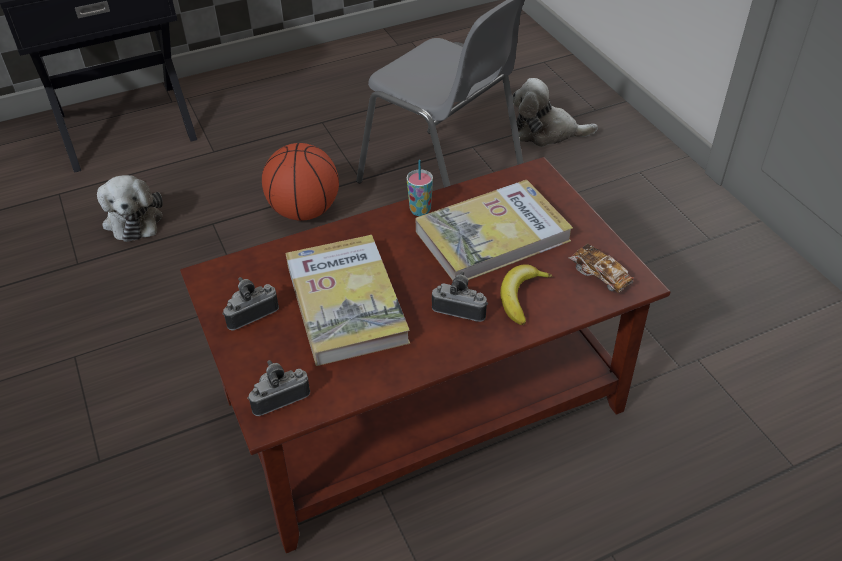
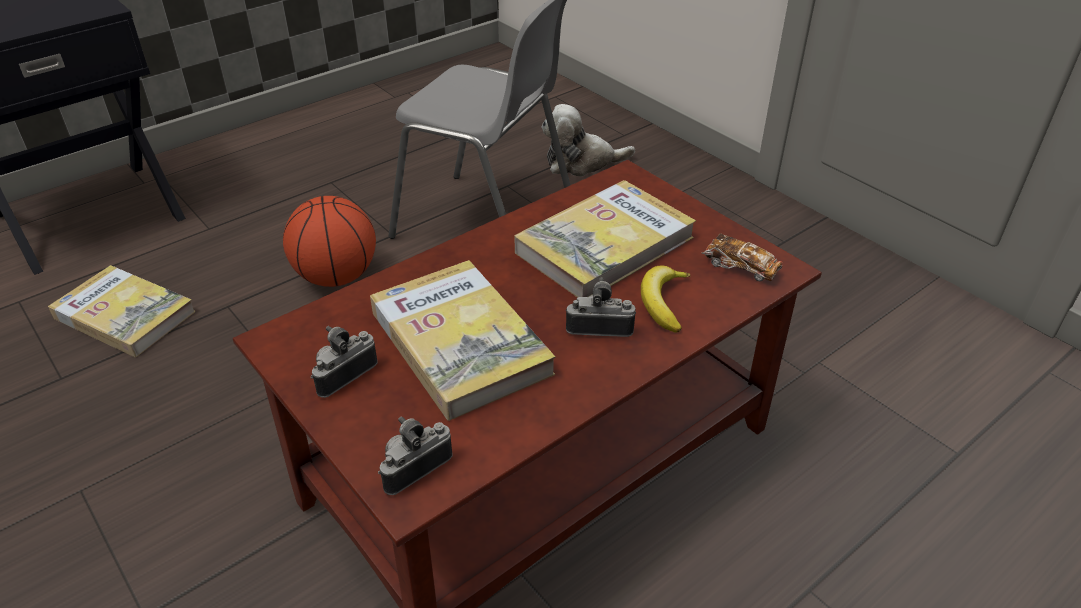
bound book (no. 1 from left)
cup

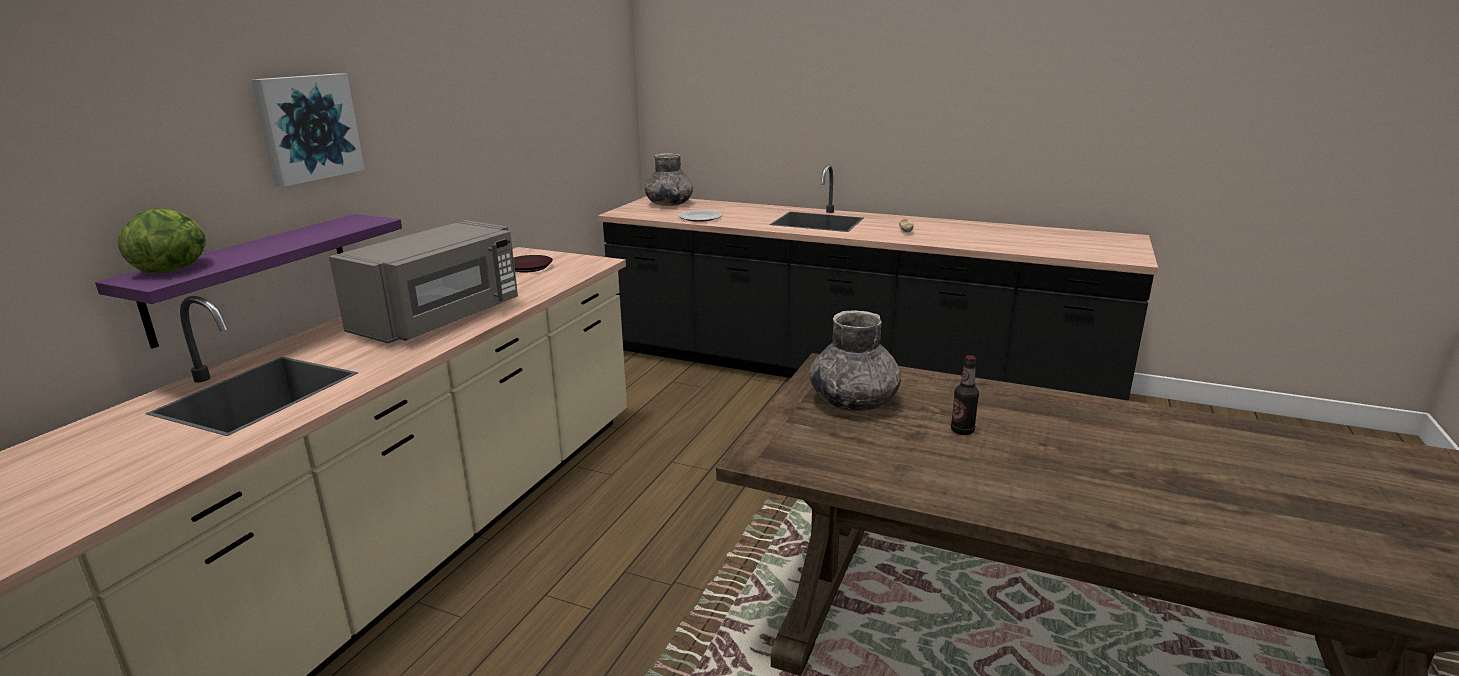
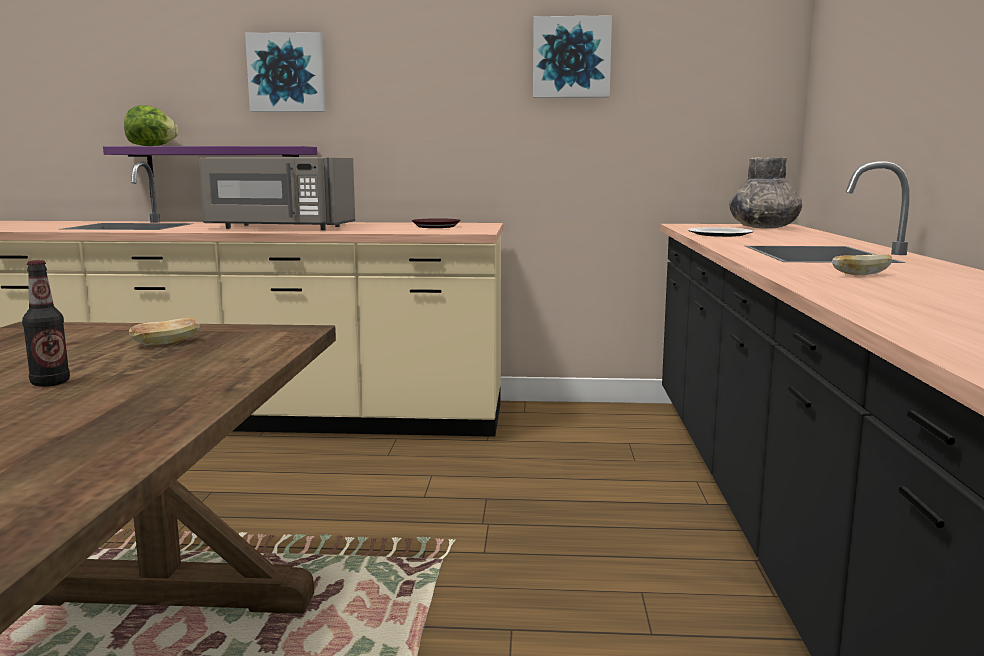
bread (no. 1 from left)
wall picture (no. 2 from left)

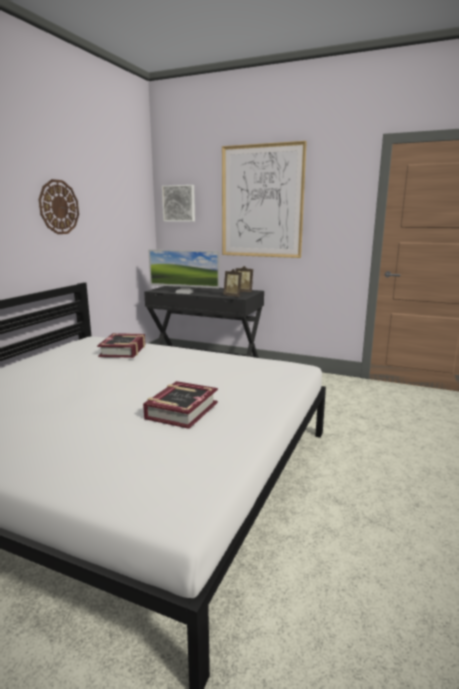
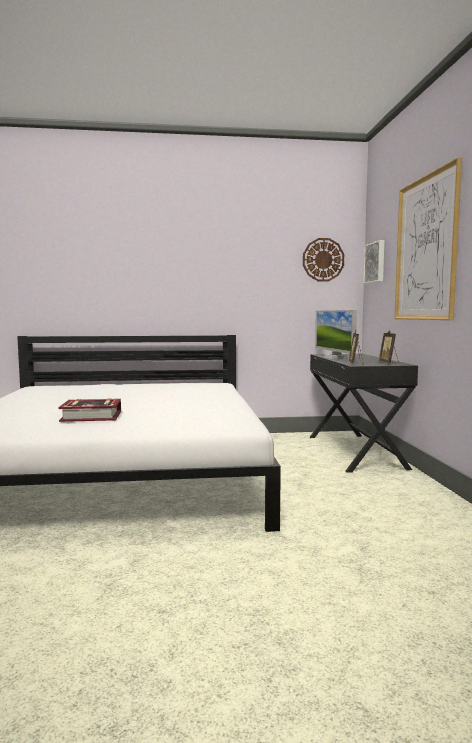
clock on the wall
bound book (no. 1 from left in the first image)

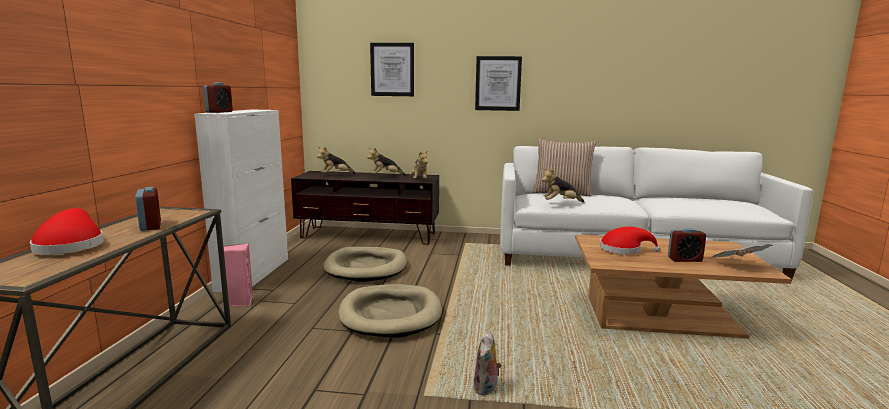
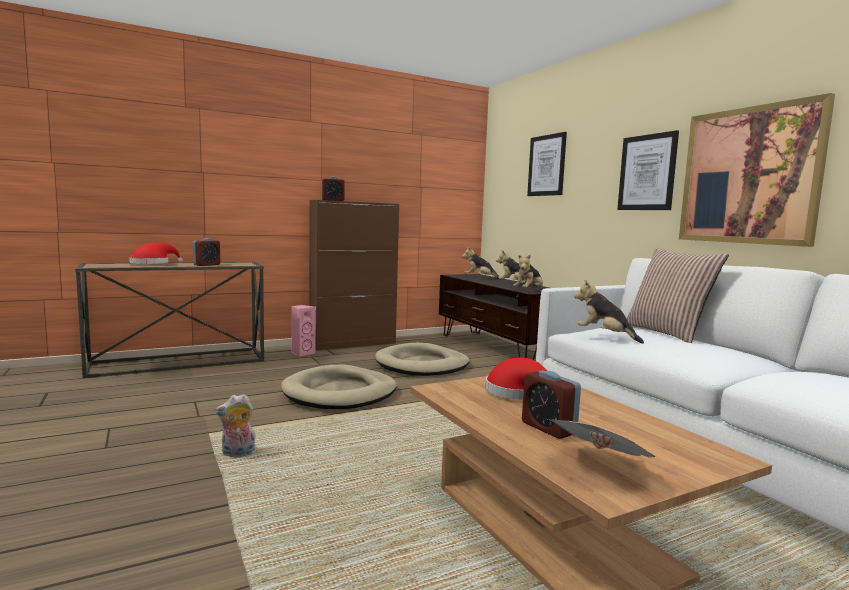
brown cabinet
wall picture (no. 3 from left)

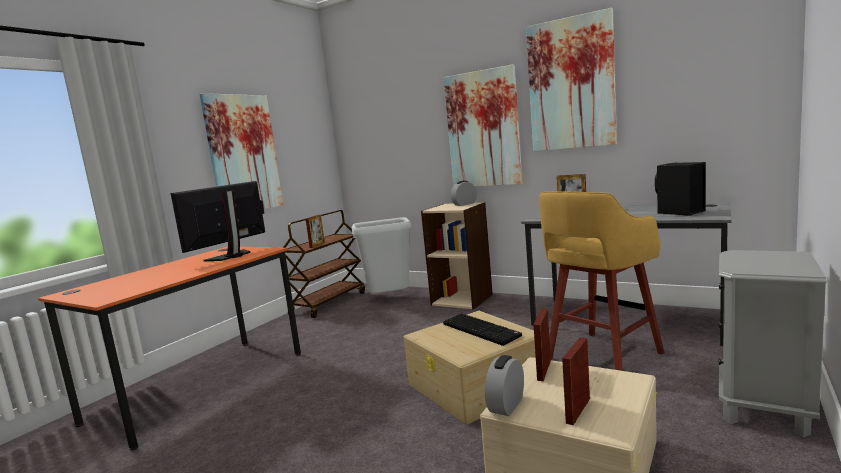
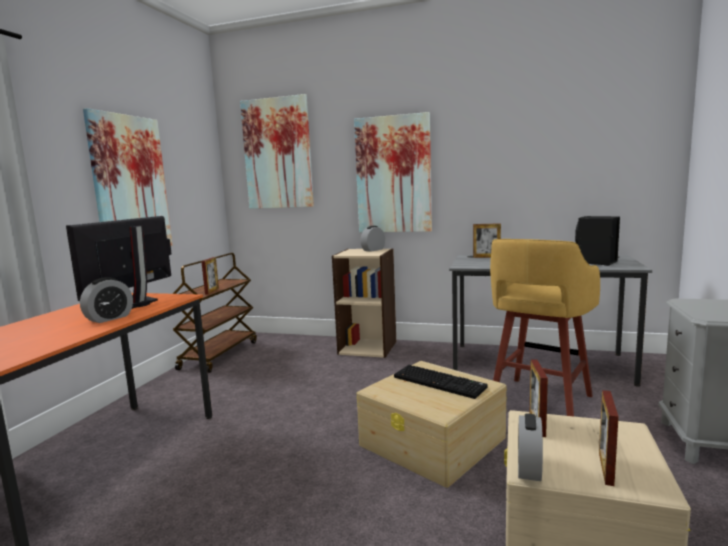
gray trash can
wall picture (no. 2 from left)
table clock (no. 1 from left)

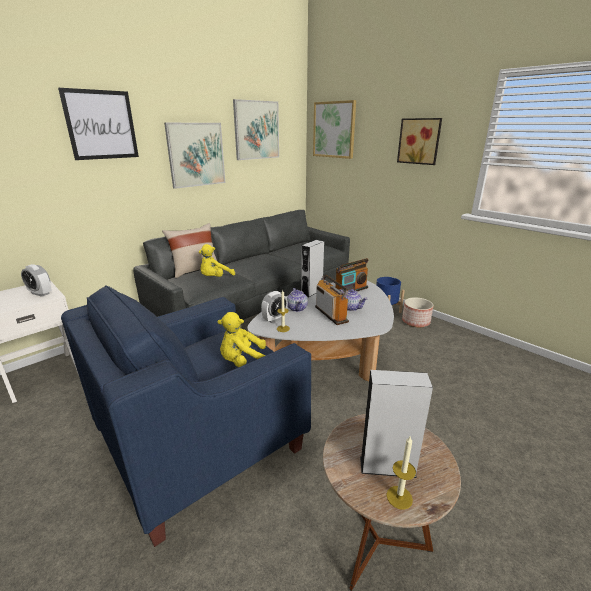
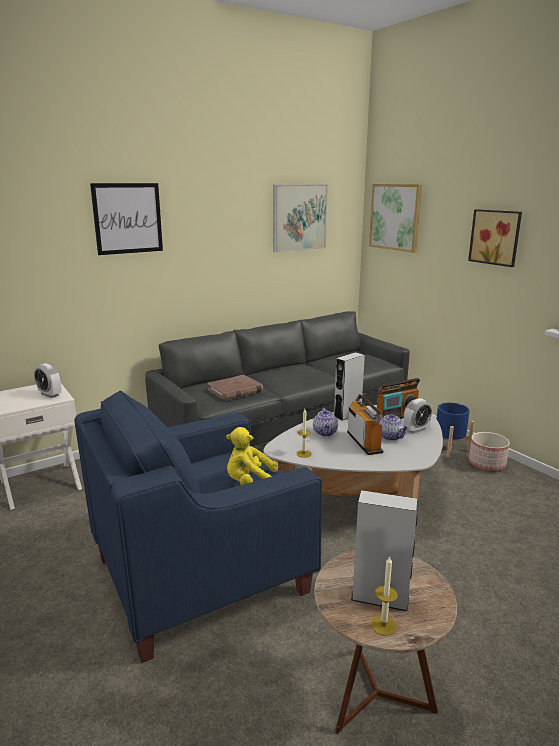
beige-coloured cushion
wall picture (no. 2 from left in the first image)
brown bound book
table clock (no. 2 from left)

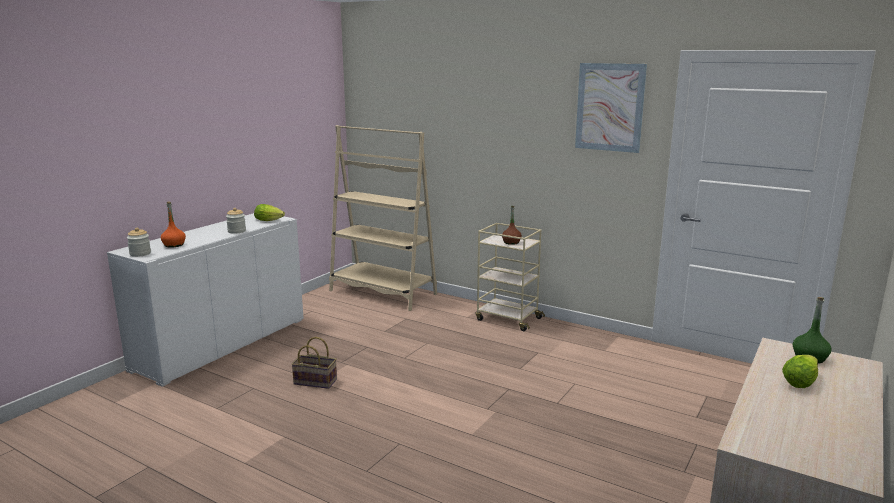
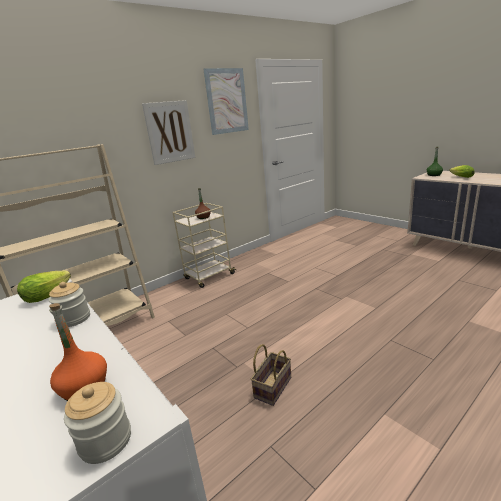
wall picture (no. 1 from left)

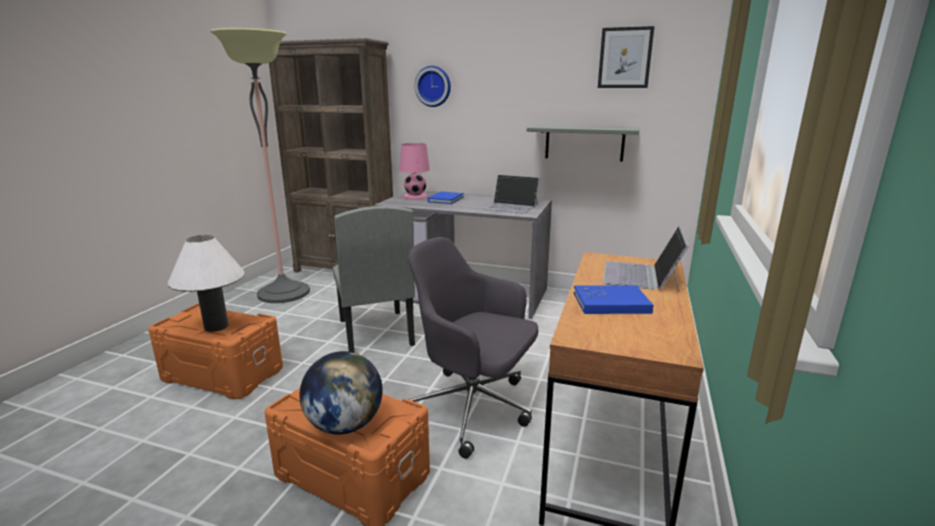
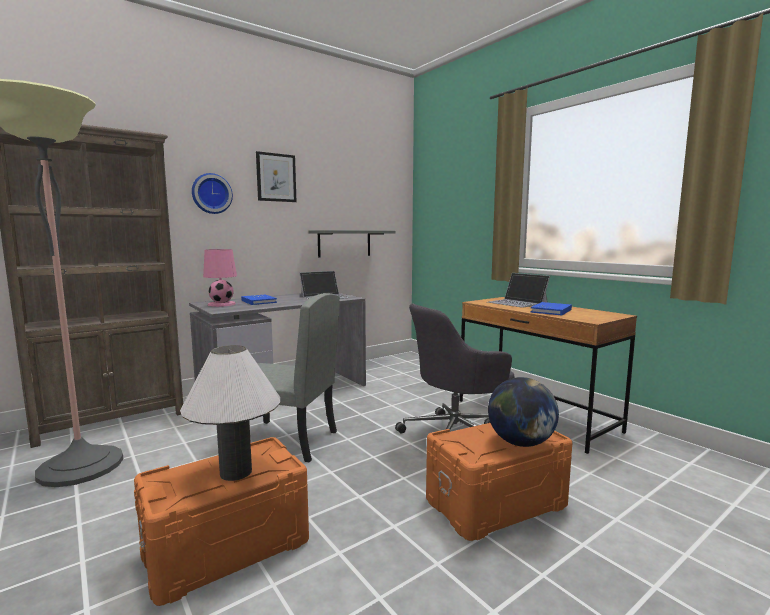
wall picture

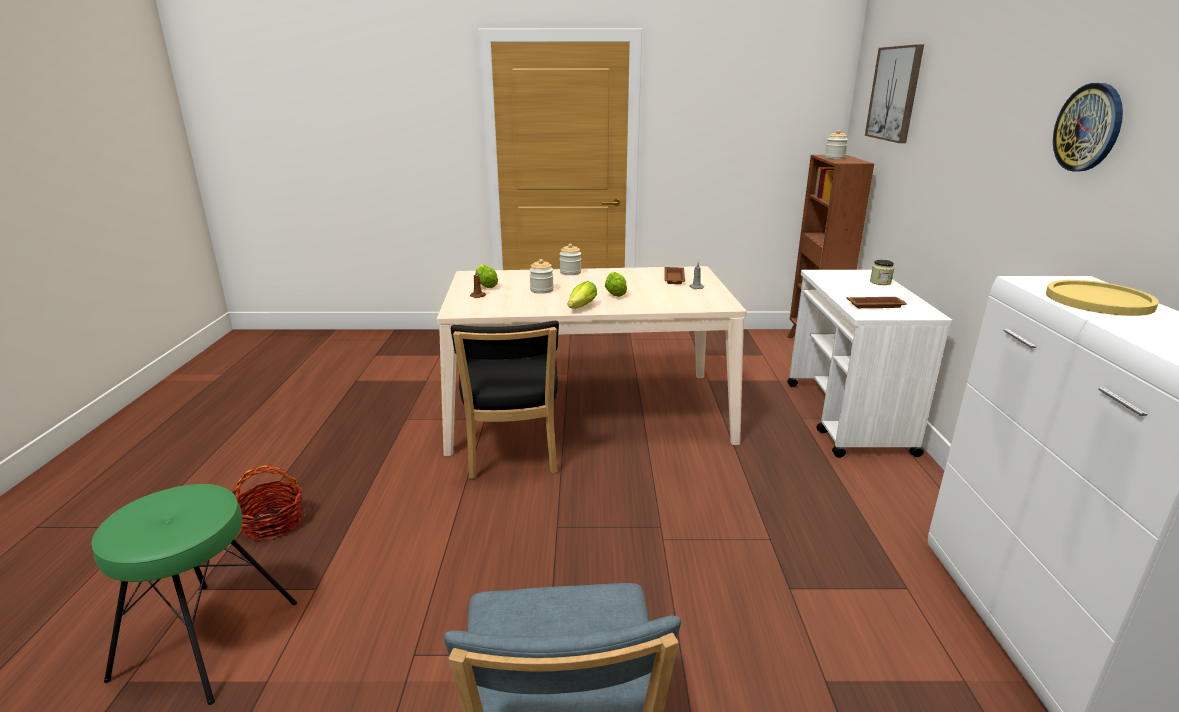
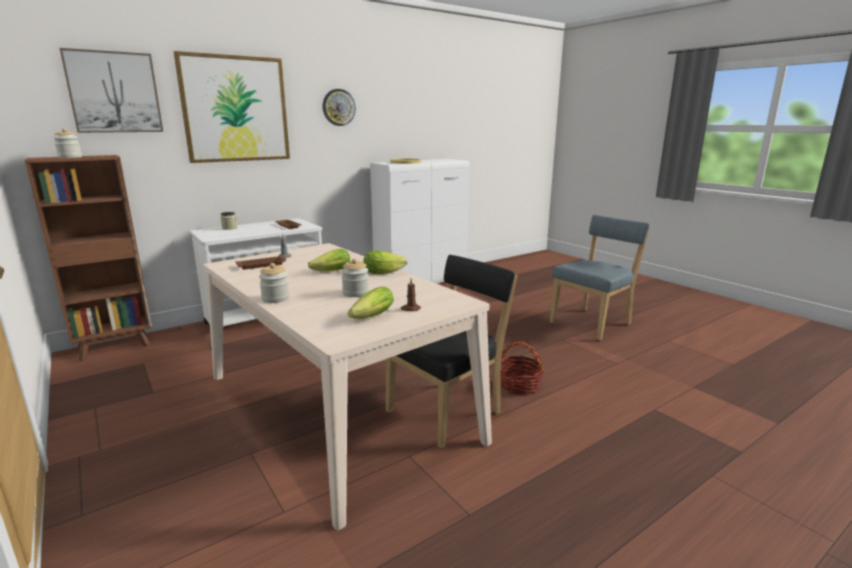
green-coloured stool seat
storage basket
wall picture (no. 2 from left)

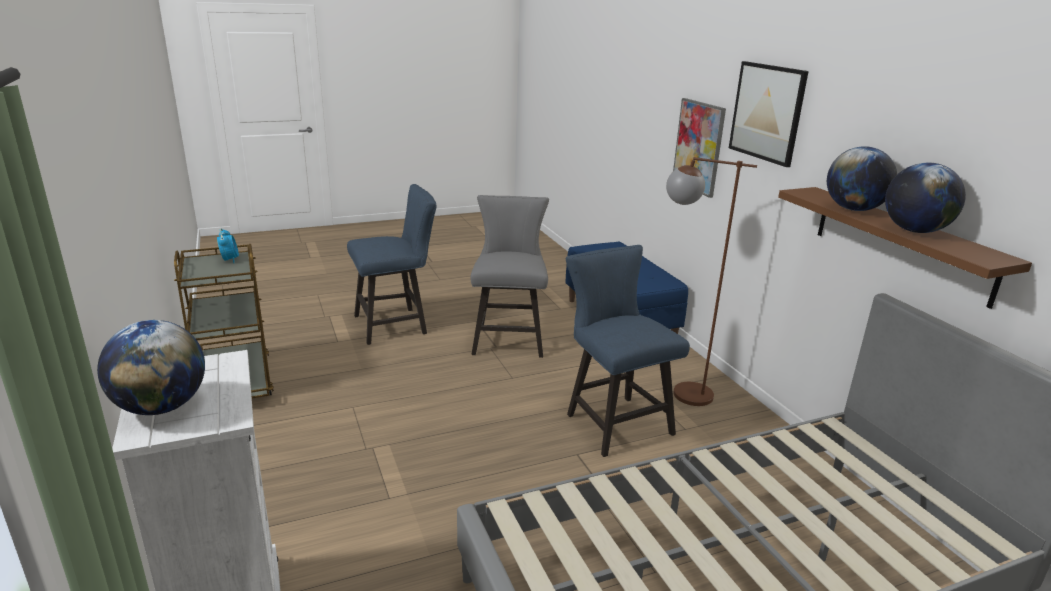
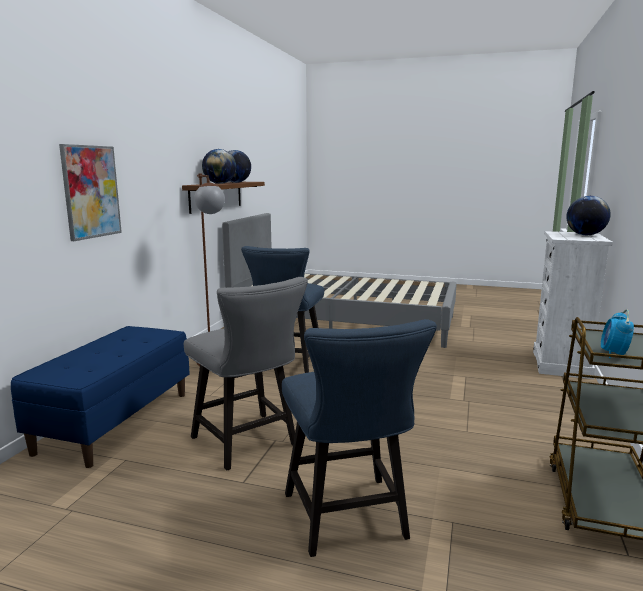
bluish plain chair (no. 2 from left)
gray plain chair
wall picture (no. 2 from left in the first image)

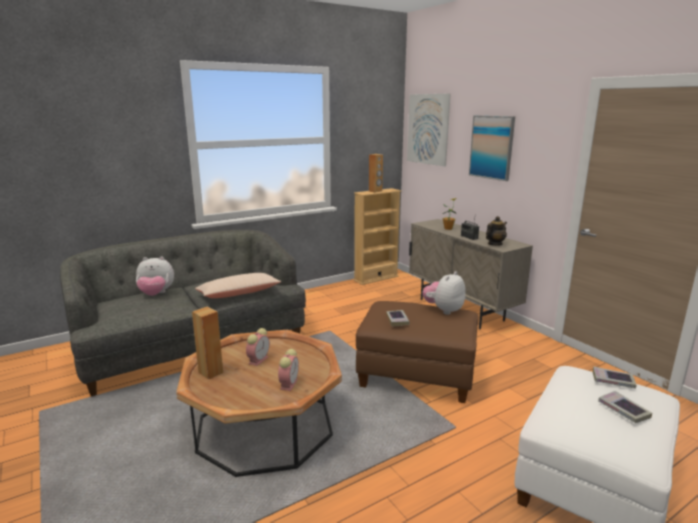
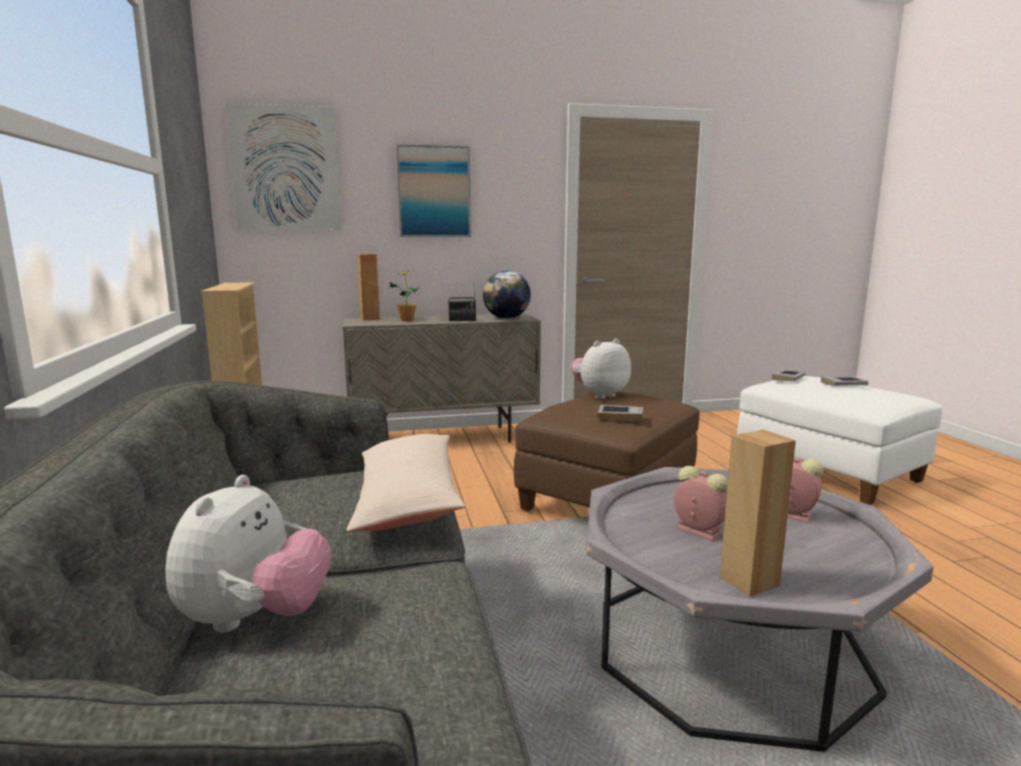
gray lounge table
brown speaker (no. 1 from left)
plush toy (no. 2 from left)
desk globe

